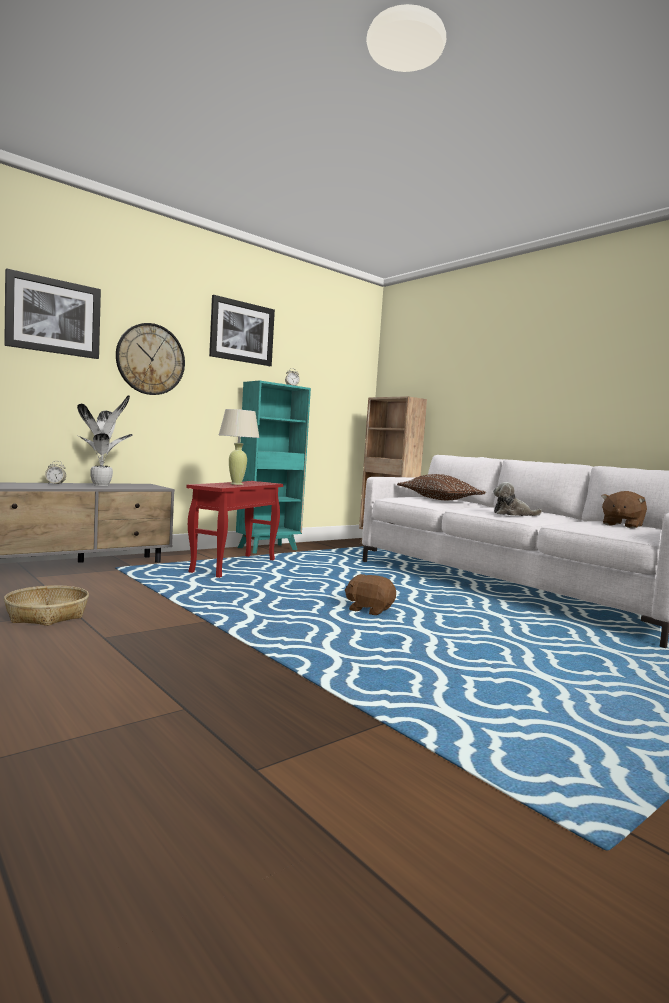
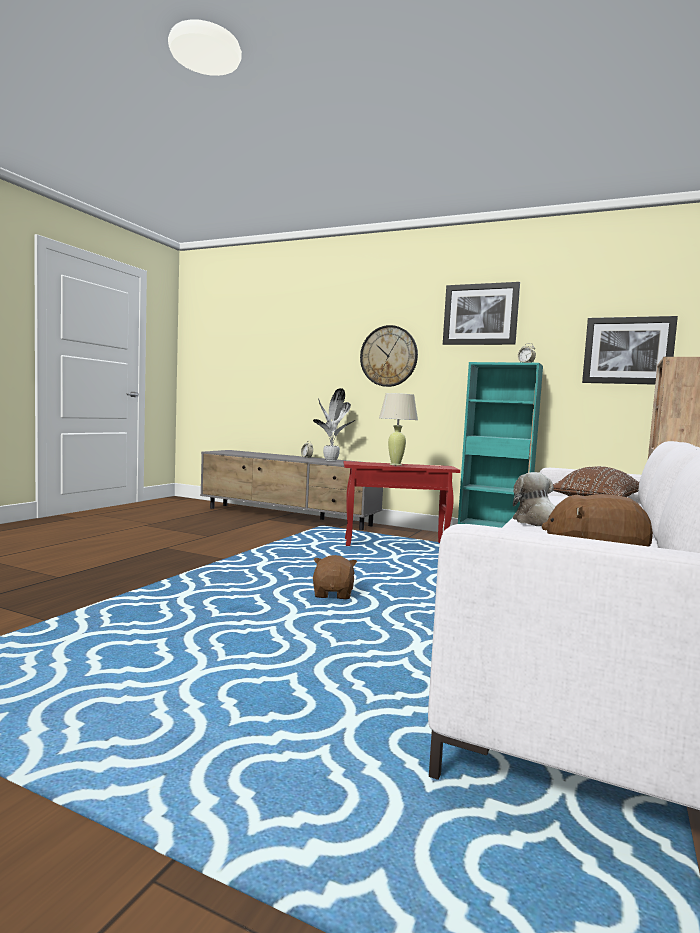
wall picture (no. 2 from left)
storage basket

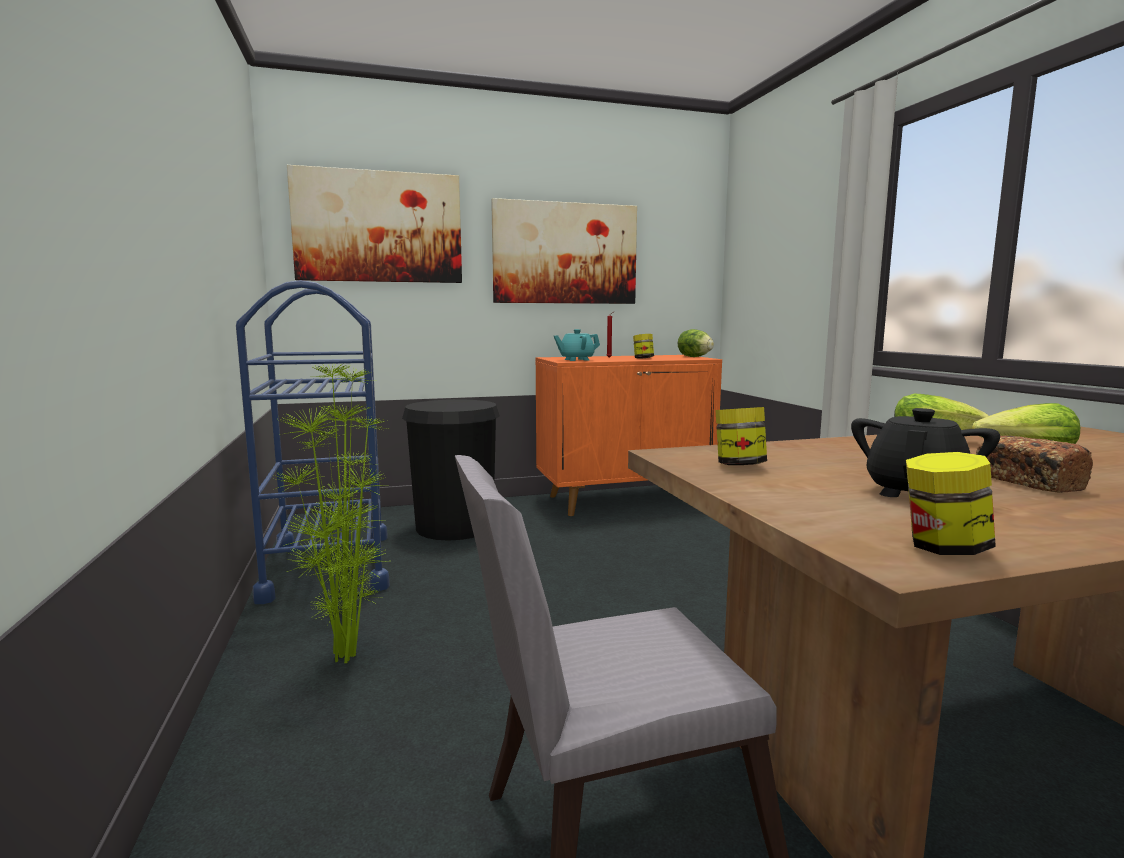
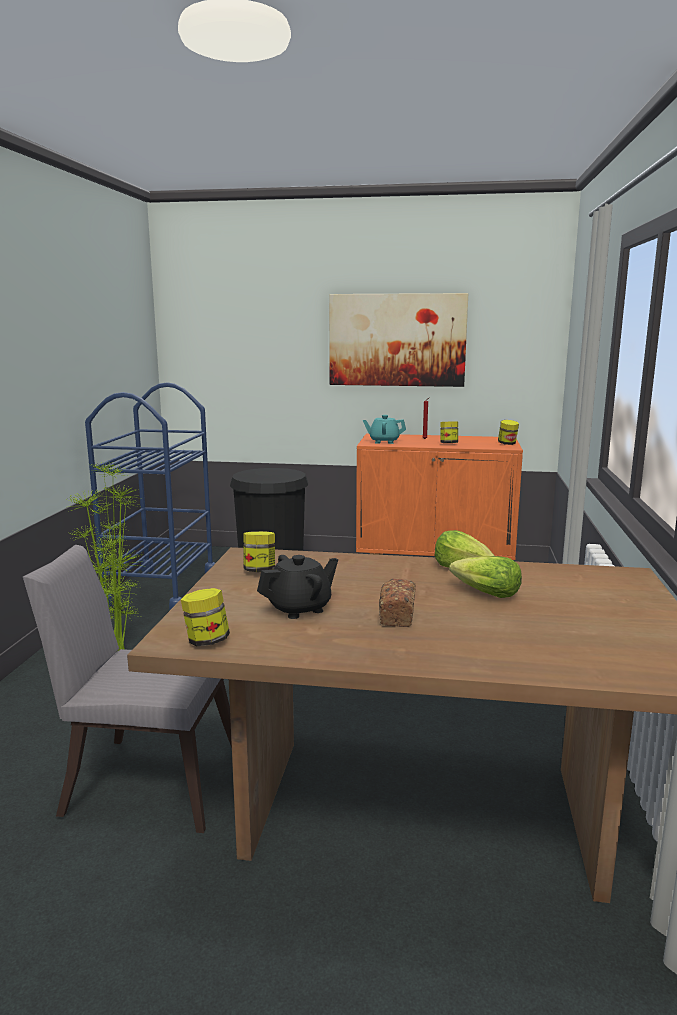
wall picture (no. 1 from left in the first image)
jar (no. 4 from left)

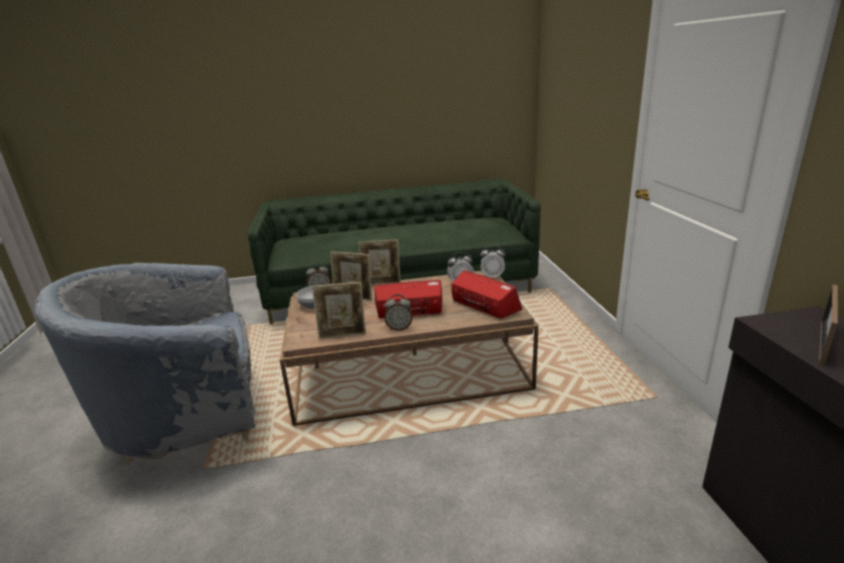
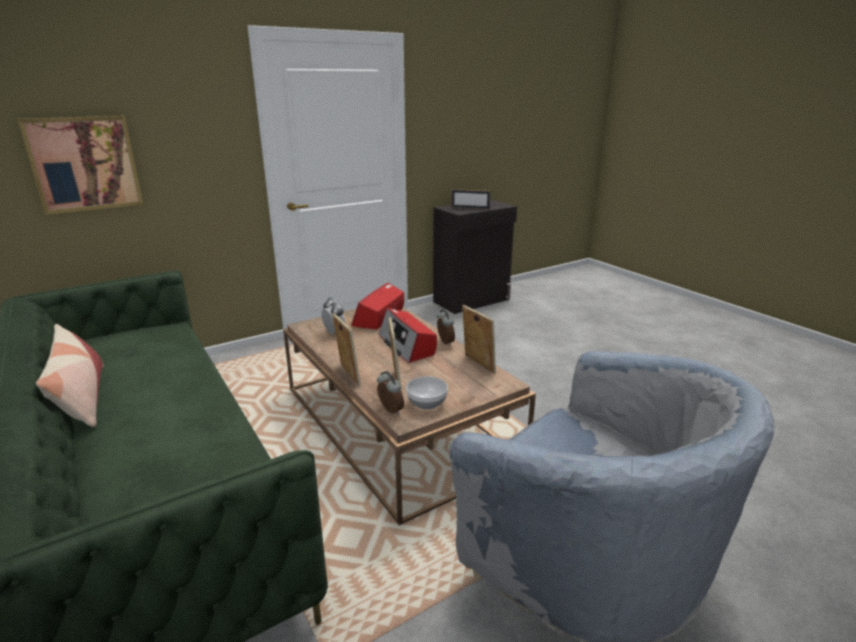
table clock (no. 4 from left in the first image)
wall picture
cushion

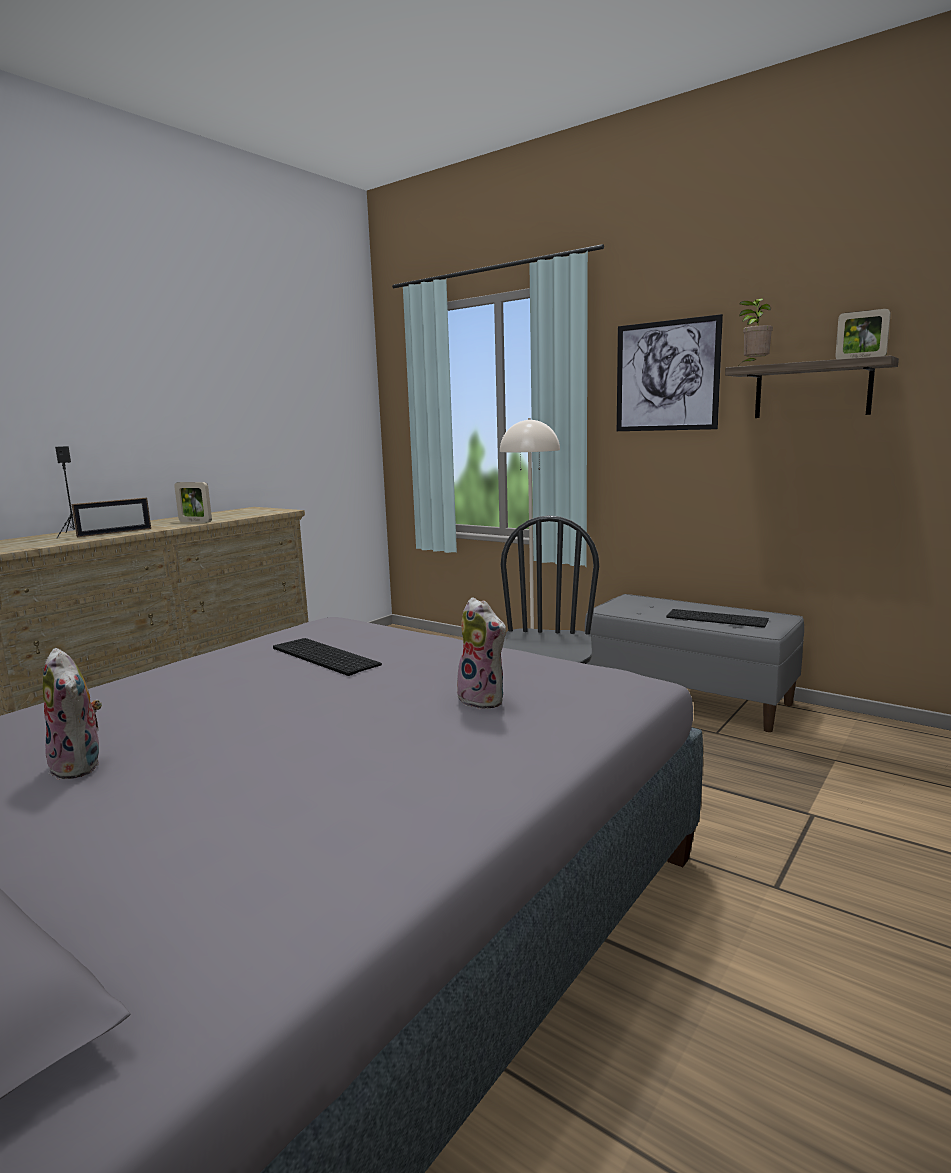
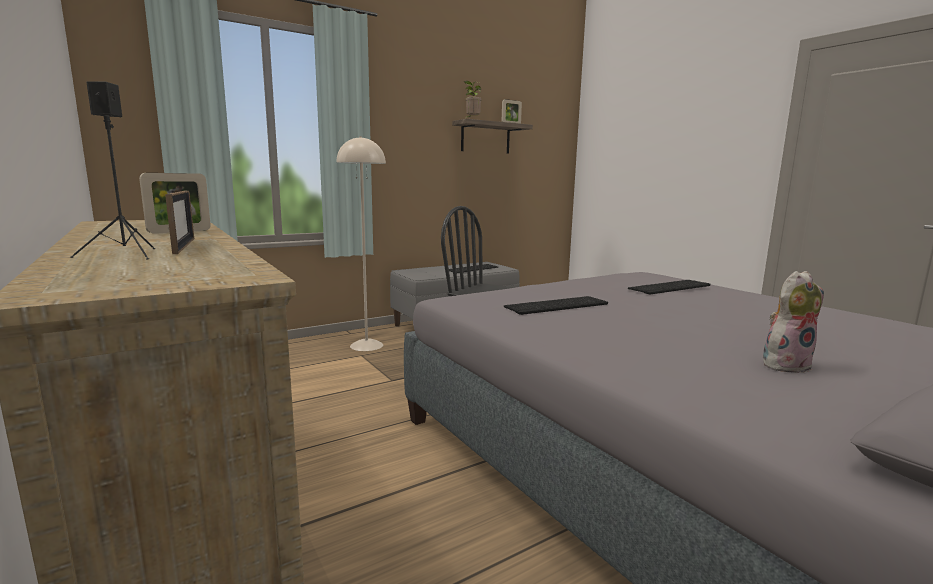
computer keyboard (no. 3 from left)
wall picture

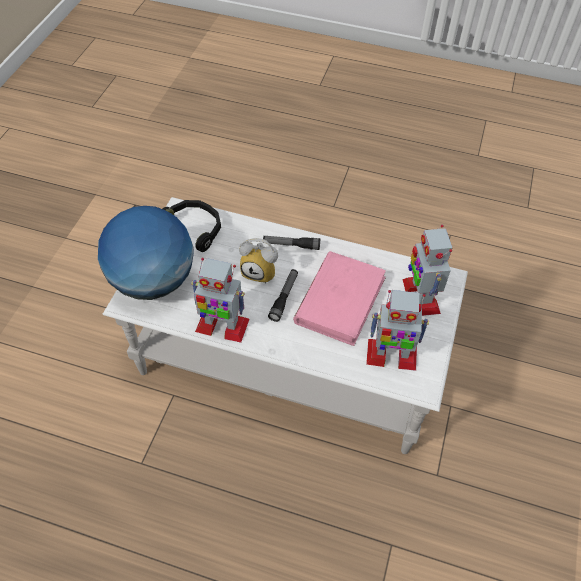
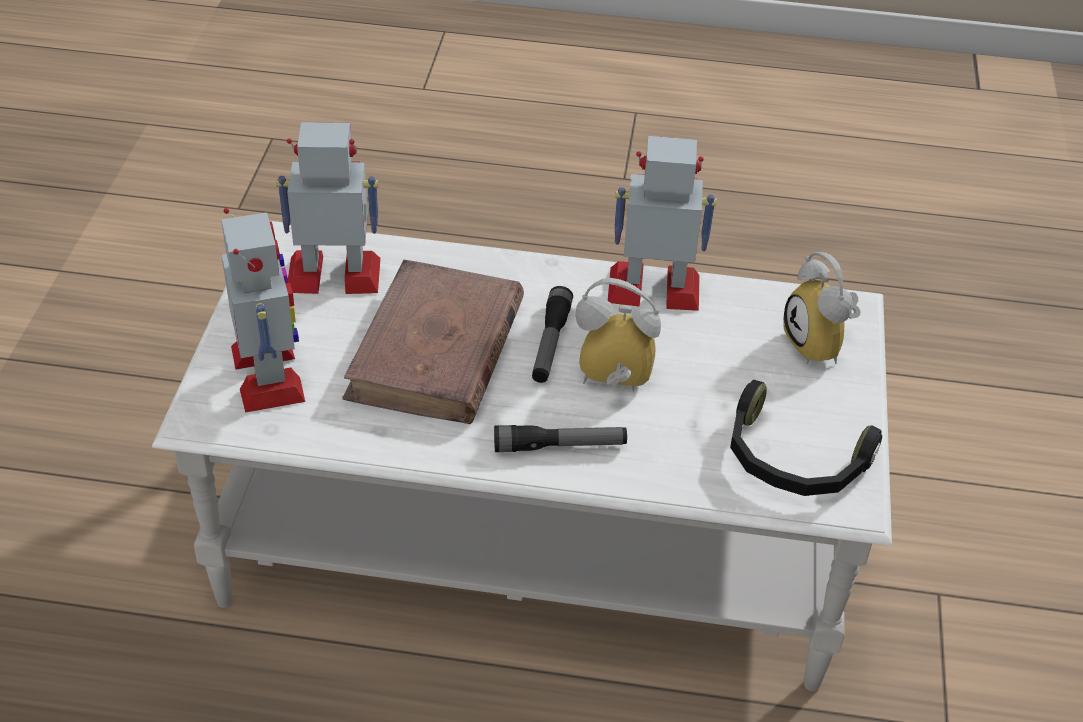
table clock (no. 2 from left)
brown bound book

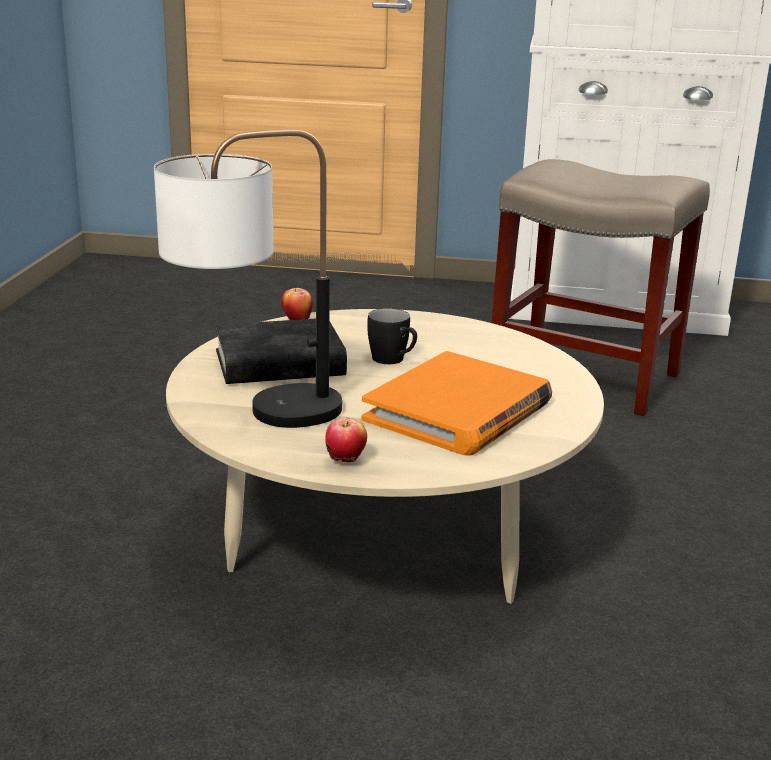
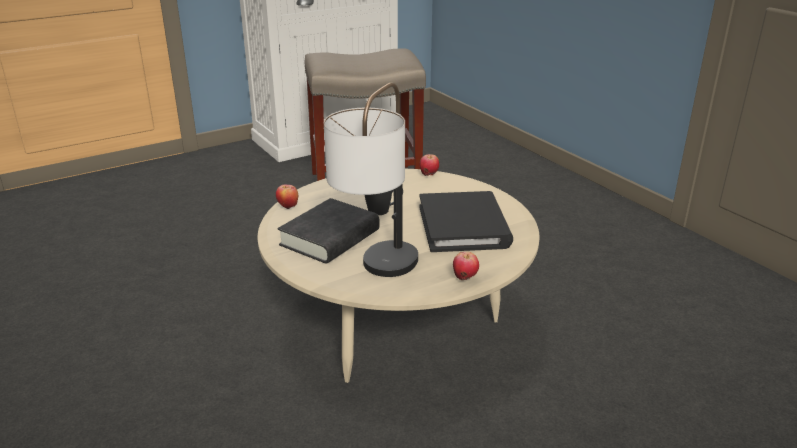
blackish bound book (no. 2 from left)
apple (no. 2 from left)

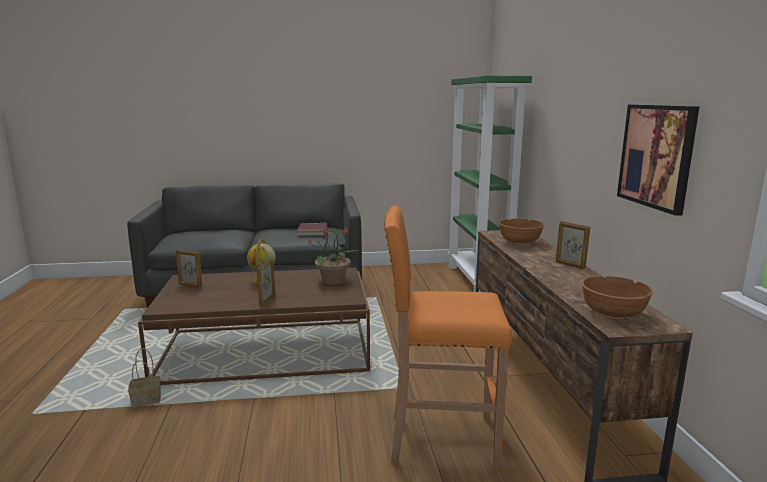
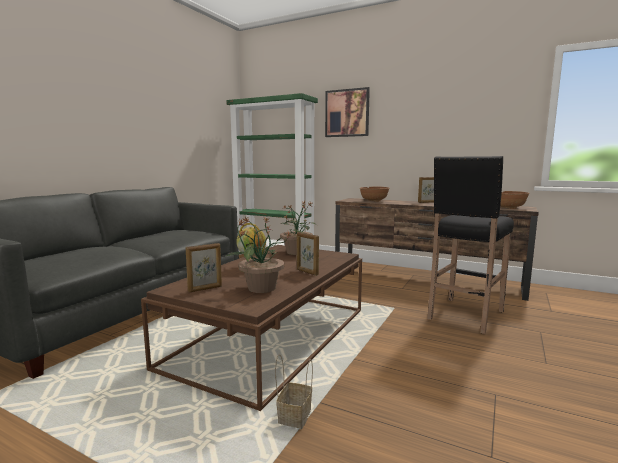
red bound book
blackish stool seat
wall picture
plant in a pot (no. 1 from left)

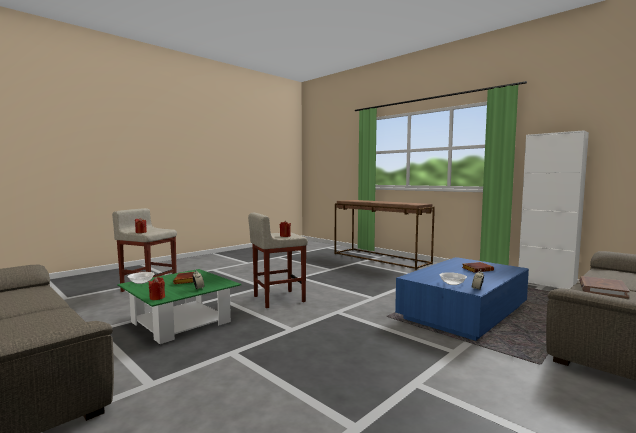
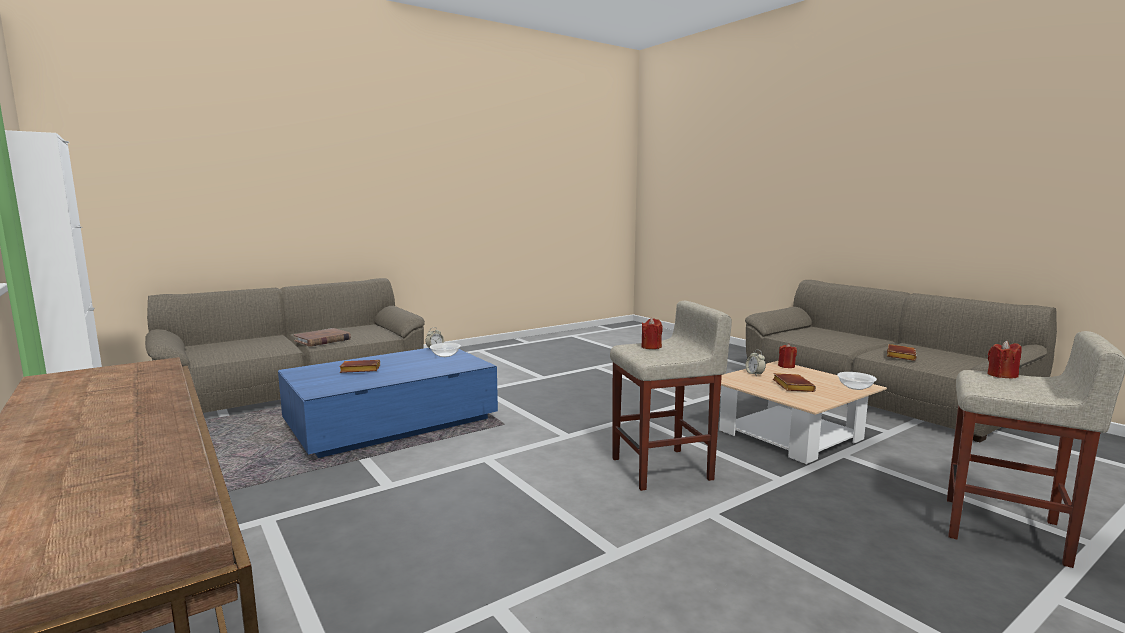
beige-coloured lounge table
brown bound book (no. 4 from left)

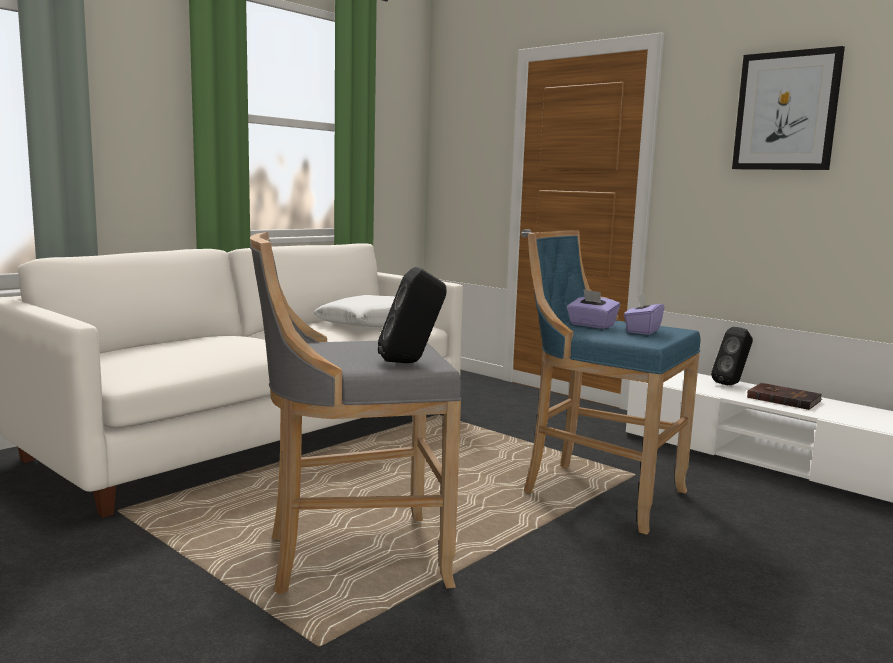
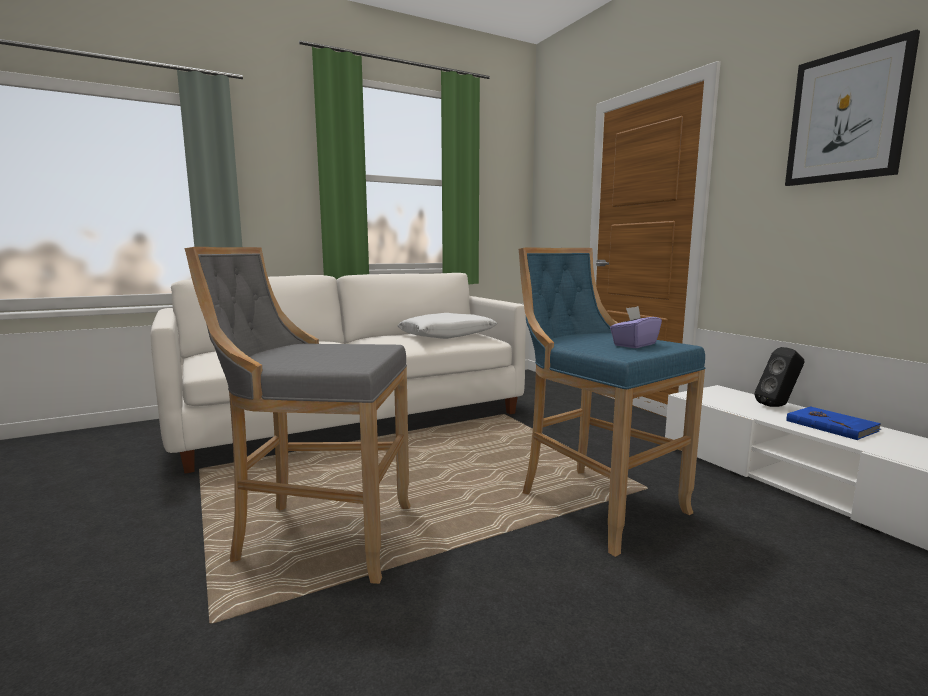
blackish speaker (no. 1 from left in the first image)
purple-coloured box of tissues (no. 1 from left in the first image)
bluish bound book

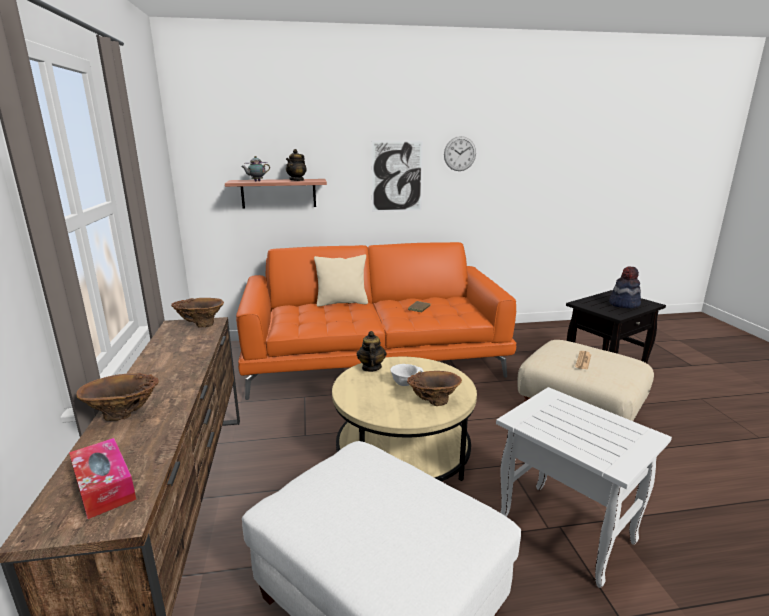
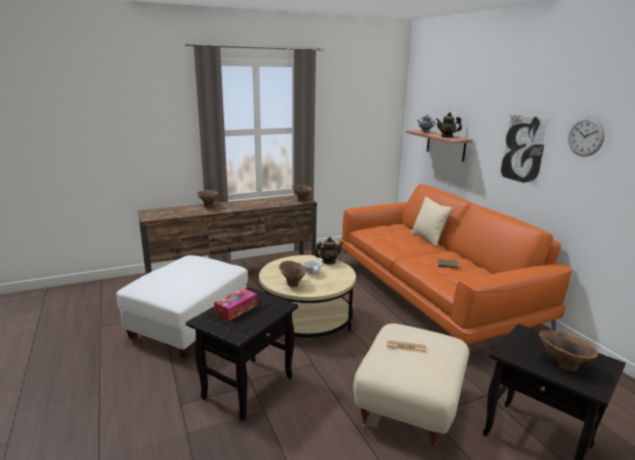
box of tissues
blackish end table (no. 1 from left)
brown vase (no. 4 from left)

